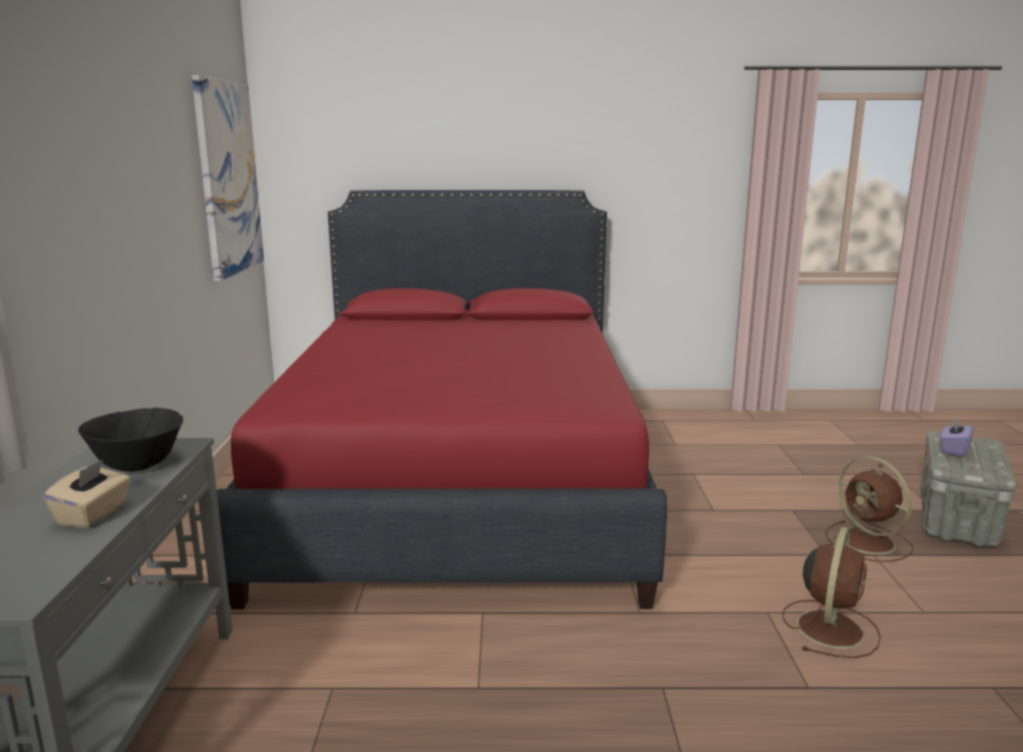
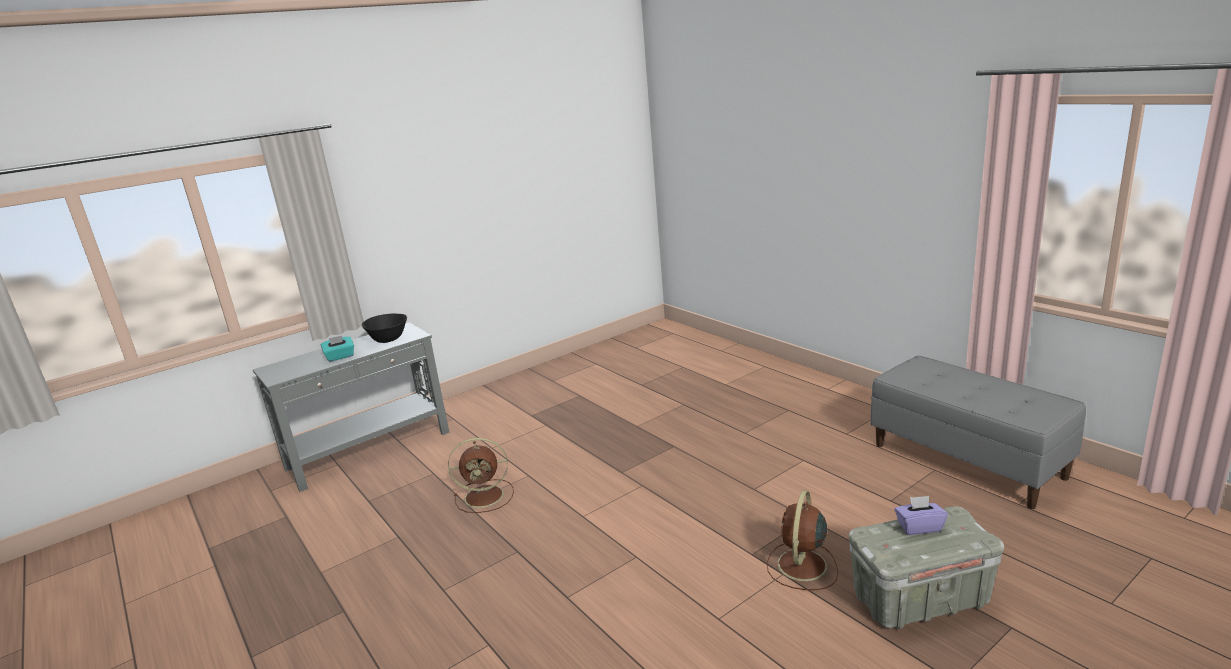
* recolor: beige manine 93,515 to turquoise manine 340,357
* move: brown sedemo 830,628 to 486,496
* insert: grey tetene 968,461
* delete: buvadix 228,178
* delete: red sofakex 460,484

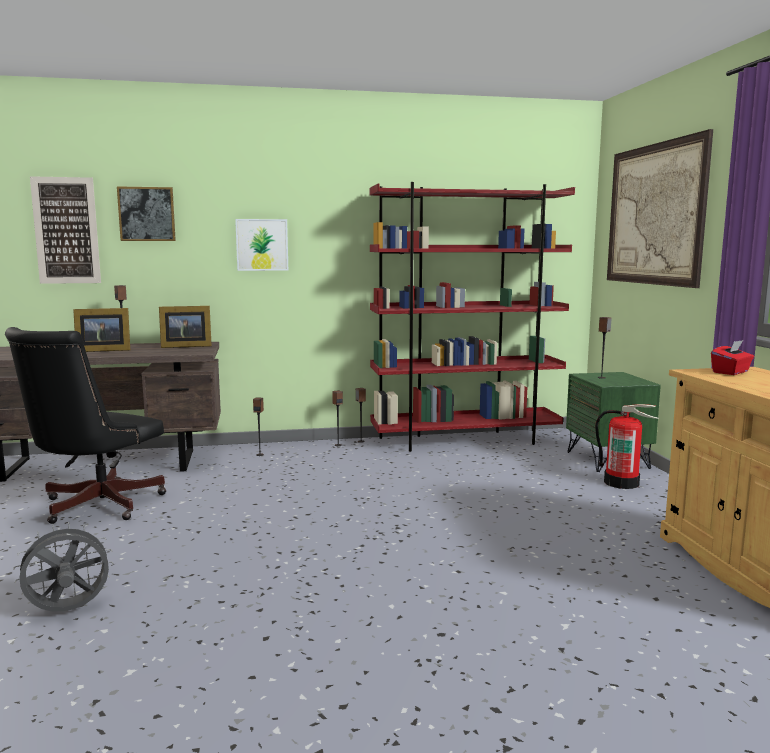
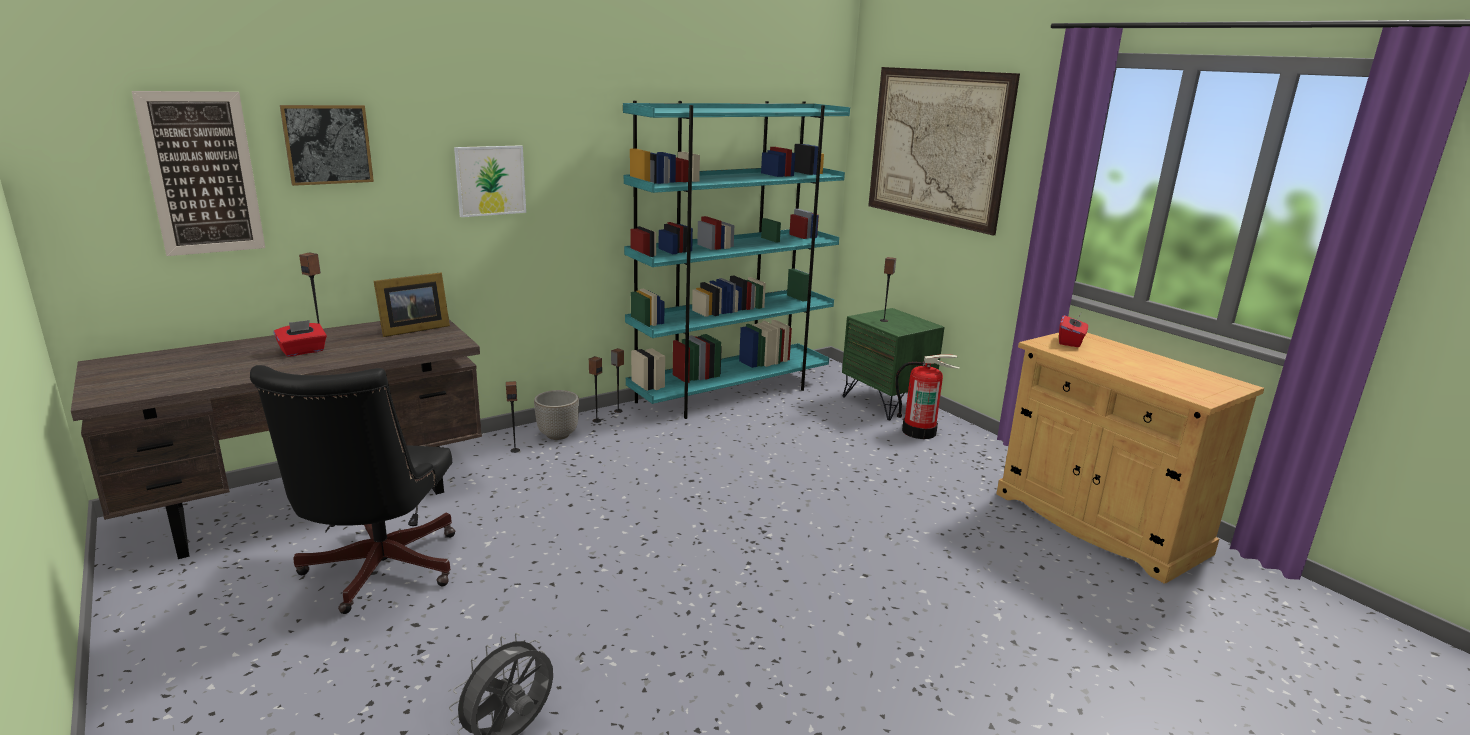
* replace: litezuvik 102,350 to red manine 303,351
* insert: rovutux 557,435
* recolor: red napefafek 465,440 to turquoise napefafek 731,393

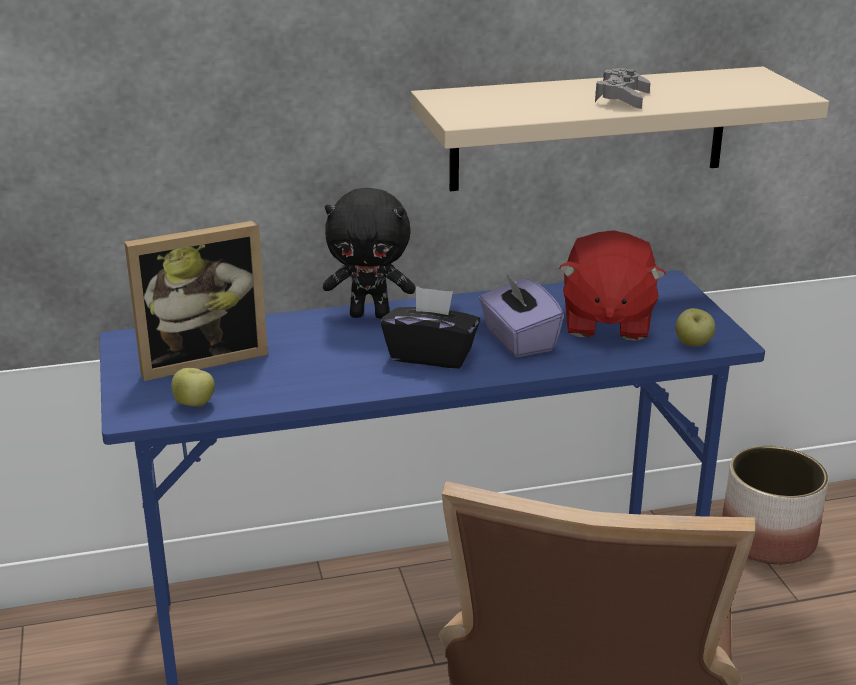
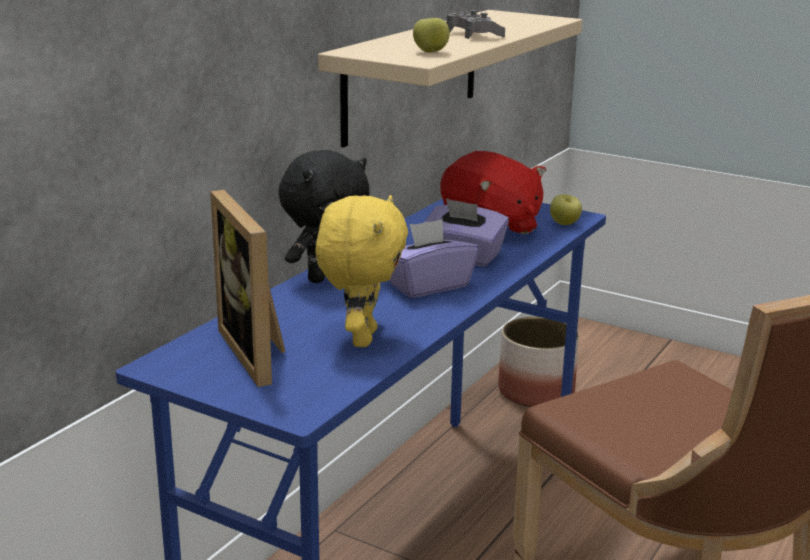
* rotate: litezuvik 201,358 = 259,353 135 degrees clockwise
* insert: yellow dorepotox 361,338
* recolor: black manine 431,355 to purple manine 428,286
* move: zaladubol 194,405 to 430,52

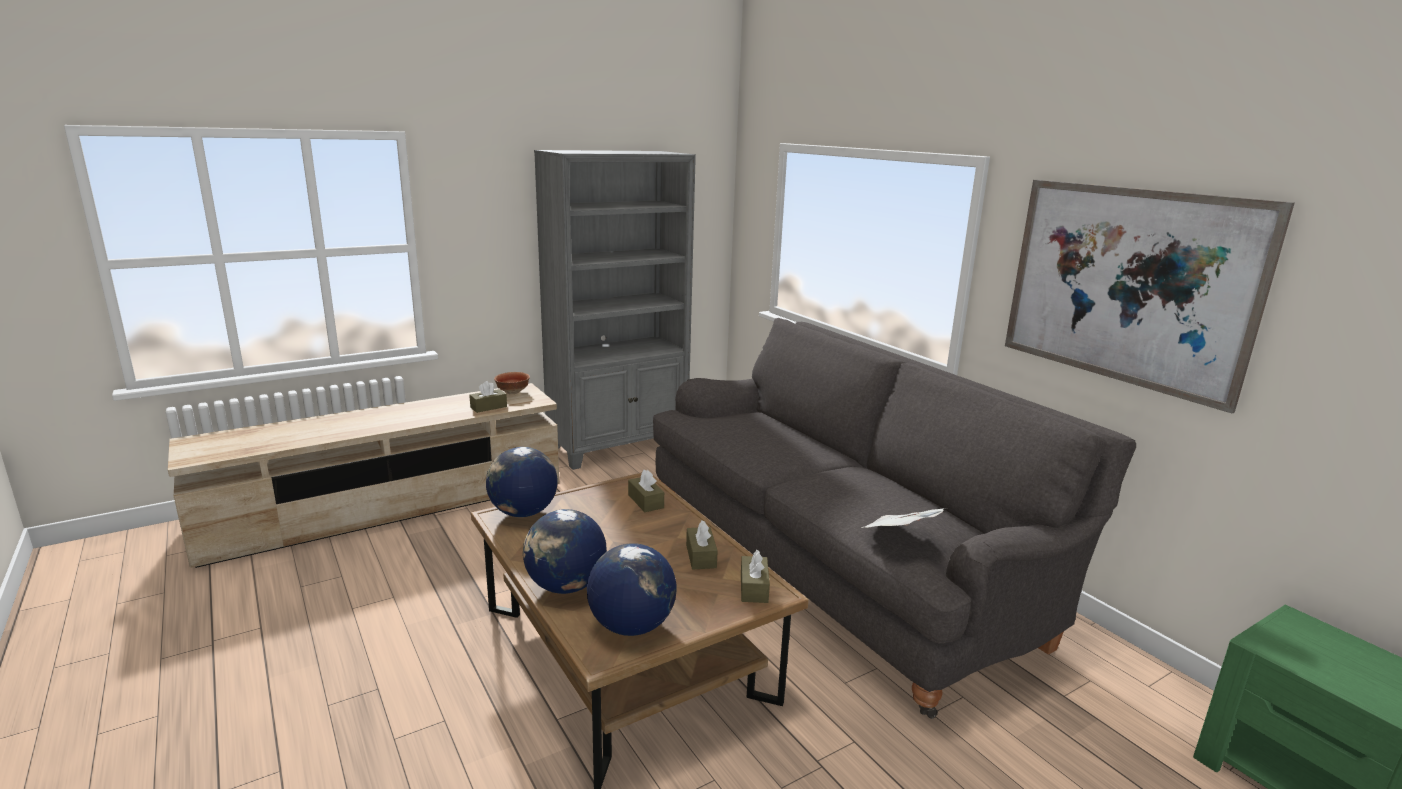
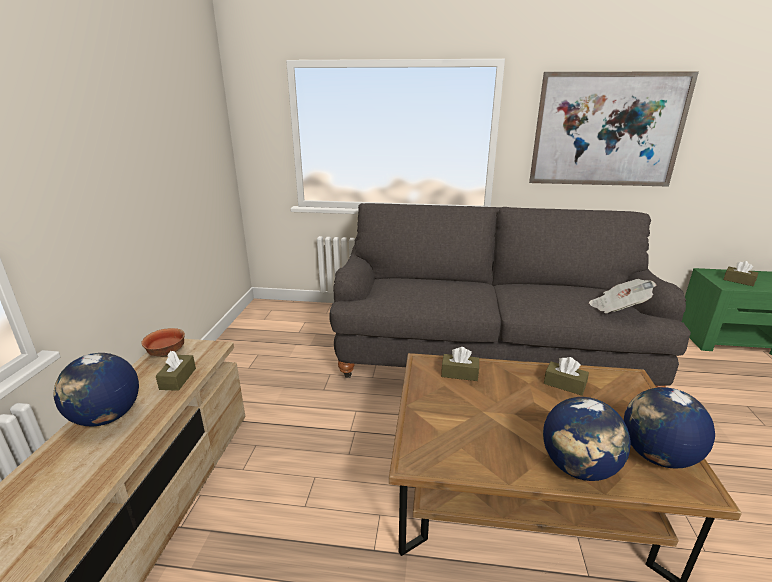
* move: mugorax 523,512 to 106,417
* move: brown manine 754,588 to 738,281
* delete: grey napefafek 619,446

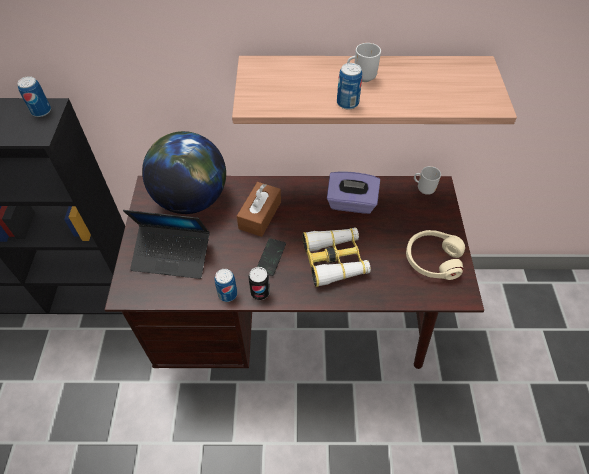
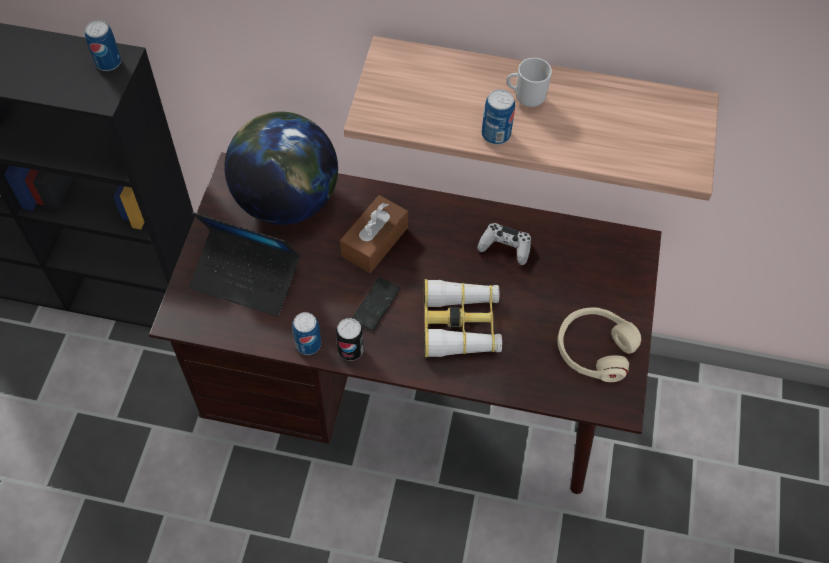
* replace: purple manine 351,203 to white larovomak 505,247
* delete: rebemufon 424,189

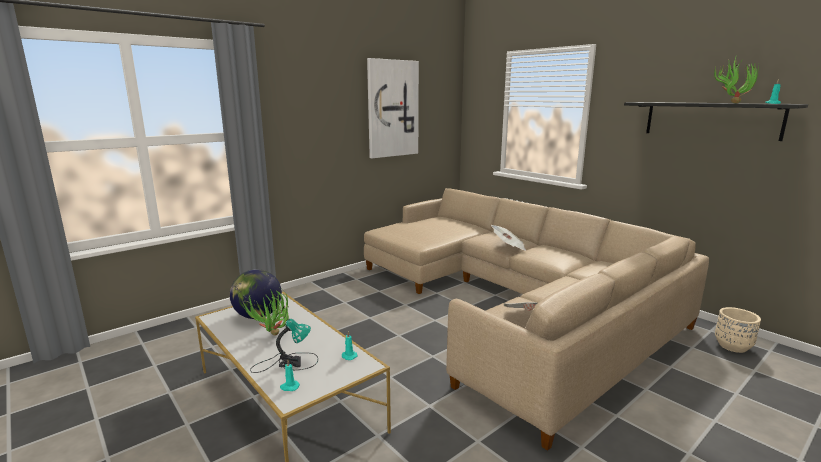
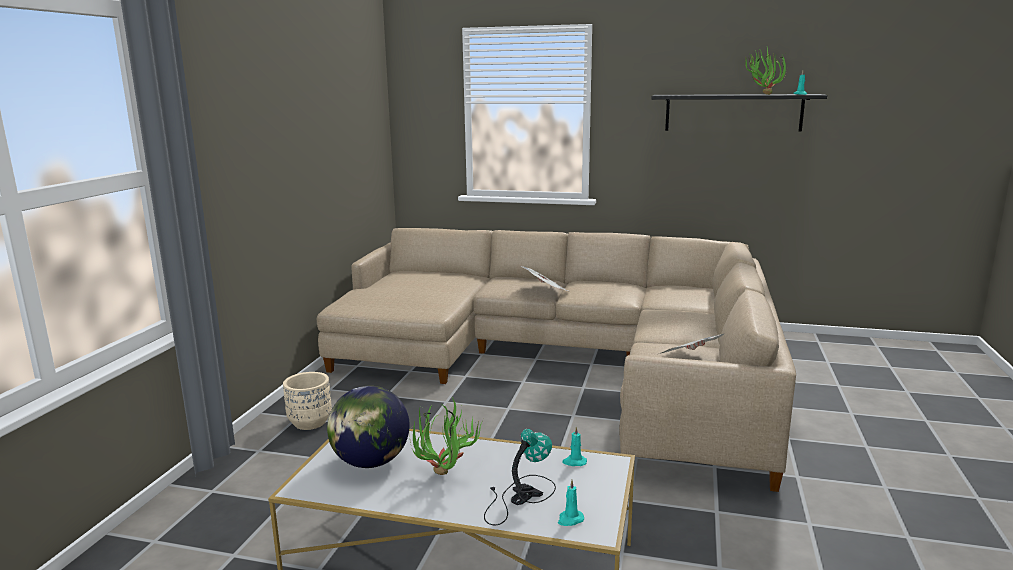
* move: beige rovutux 732,346 to 310,422
* delete: buvadix 392,109

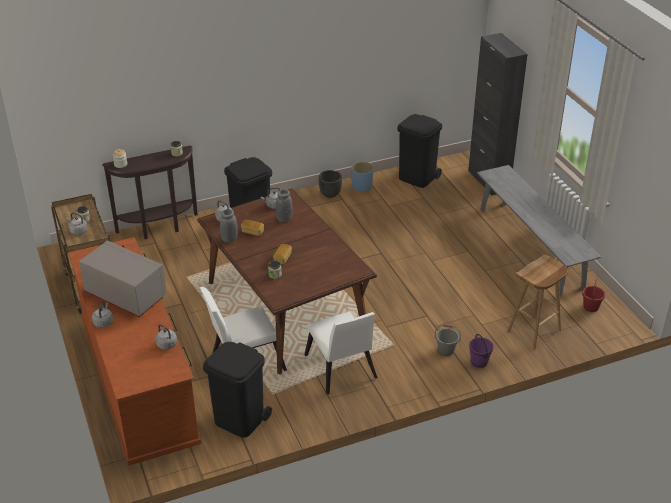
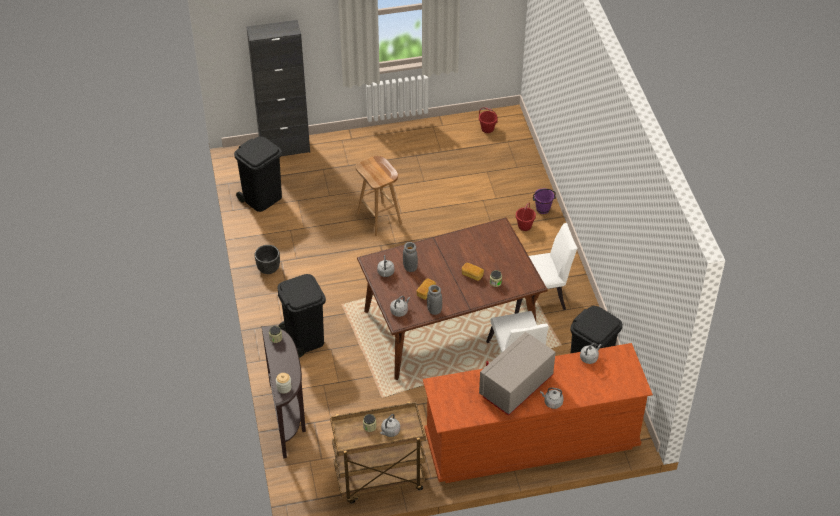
* move: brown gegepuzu 534,331 to 380,219
* recolor: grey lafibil 446,350 to red lafibil 524,226
* delete: blue rovutux 361,186
* delete: grey tetene 530,246

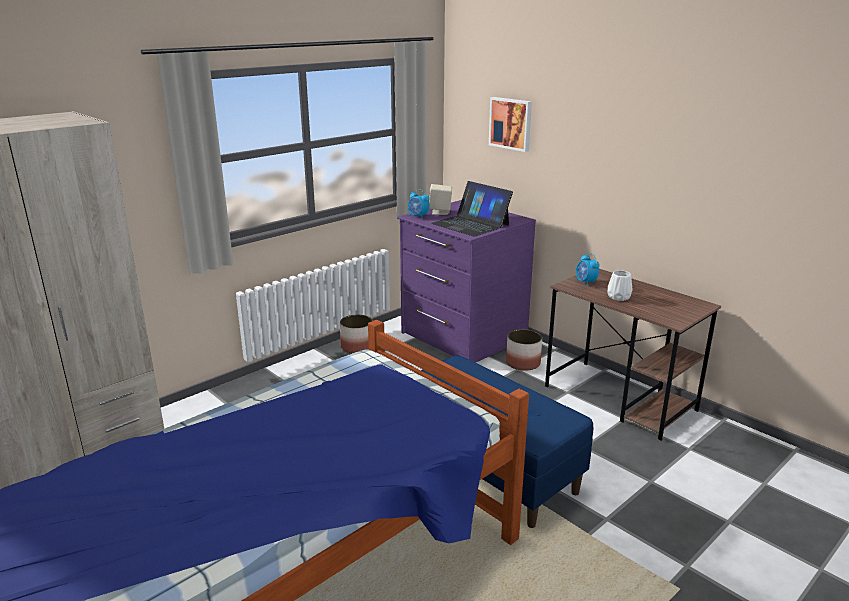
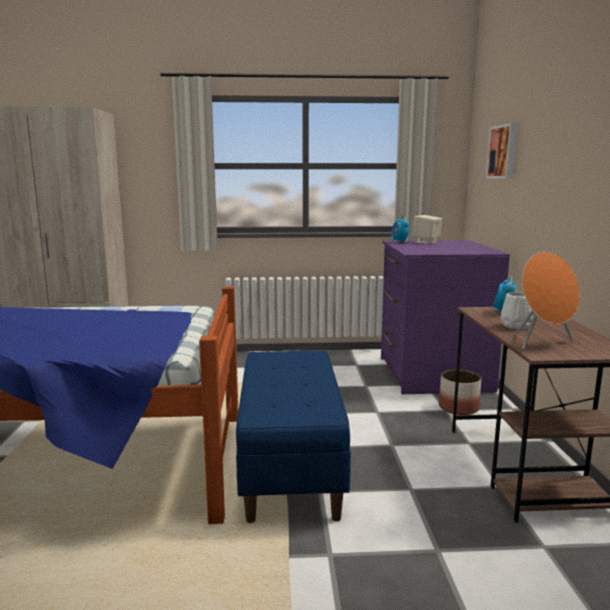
* insert: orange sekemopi 542,343
* delete: rovutux 357,347
* delete: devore 471,224

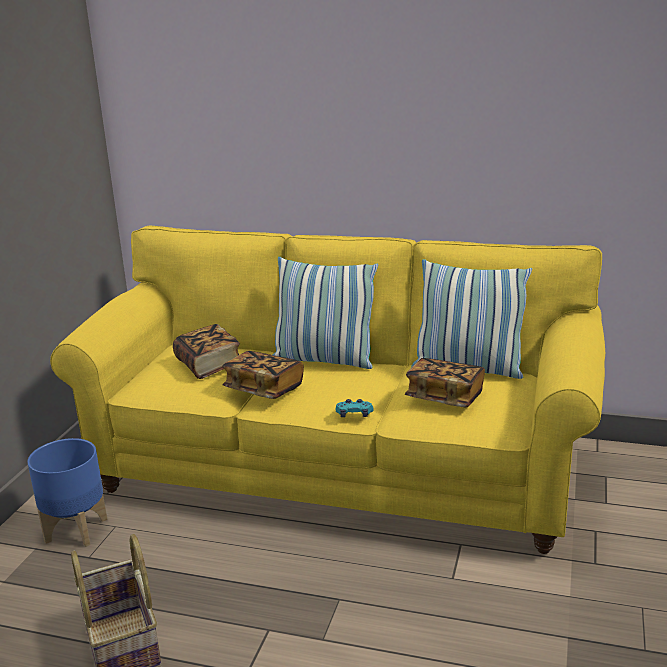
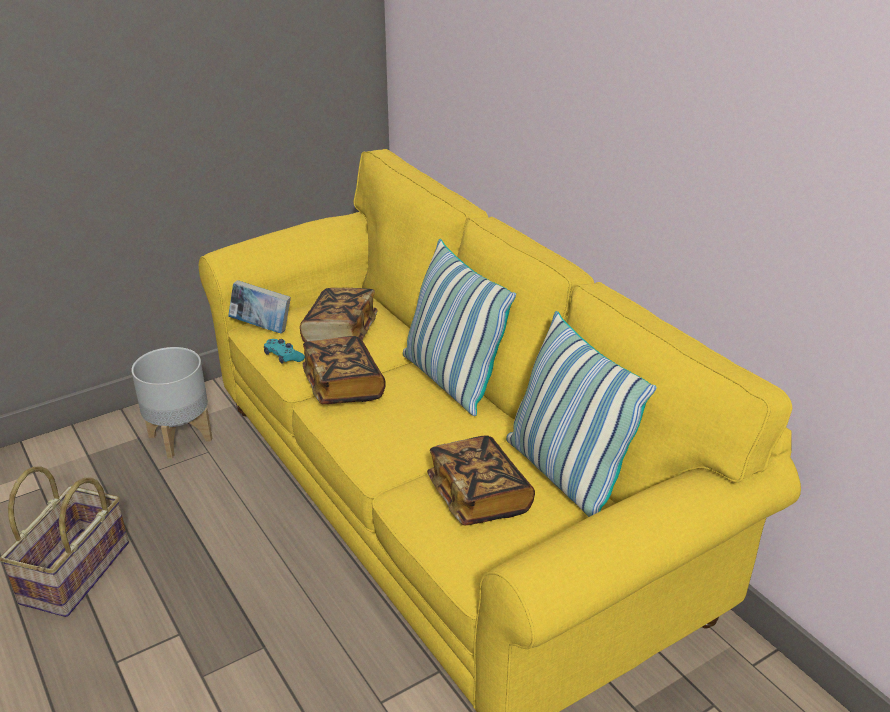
* recolor: blue rovutux 76,530 to grey rovutux 181,437
* insert: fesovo 262,327
* move: turquoise larovomak 354,415 to 283,357

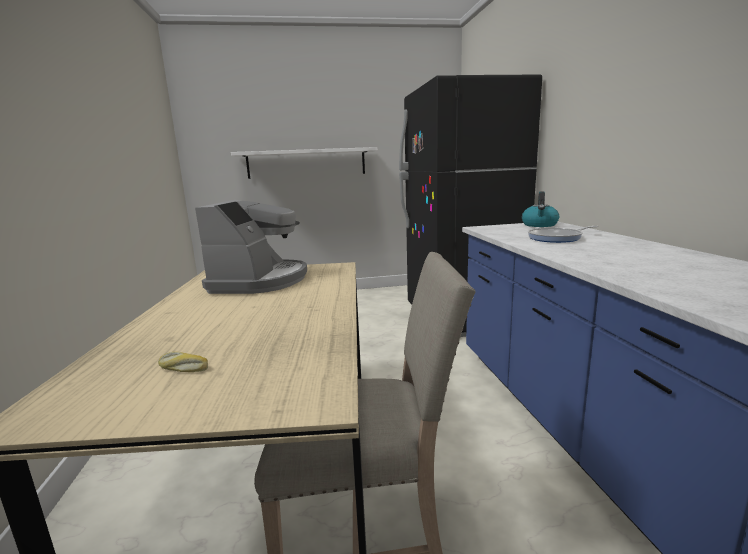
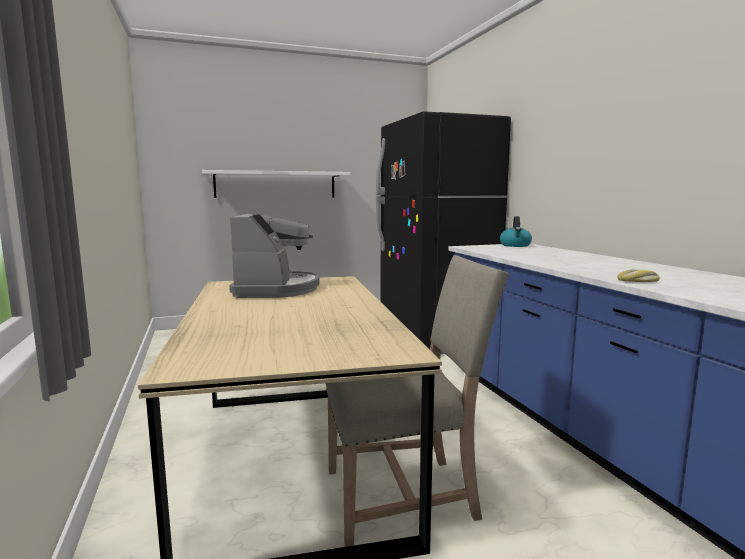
* move: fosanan 182,369 to 638,281
* delete: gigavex 557,238

